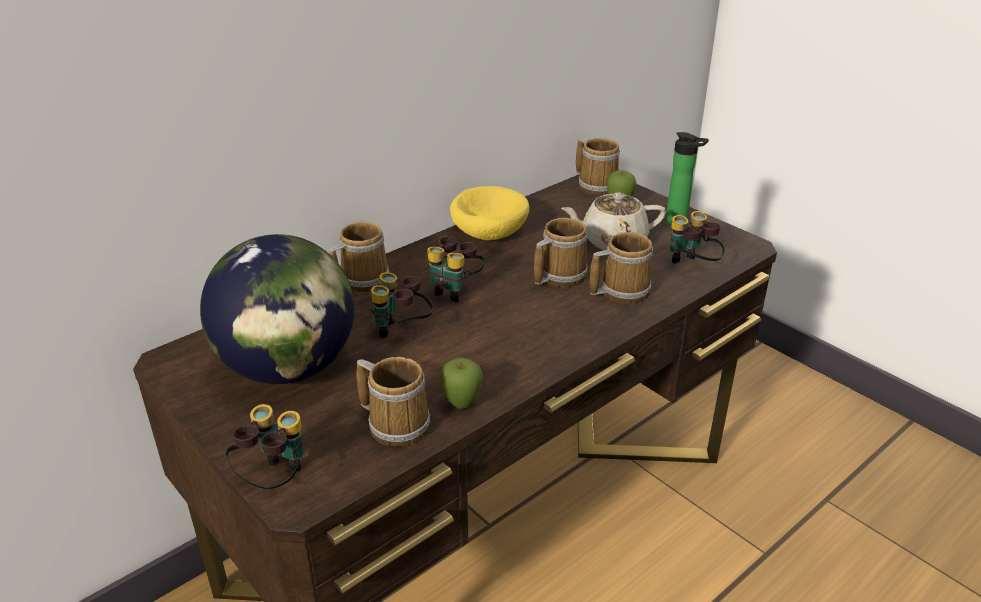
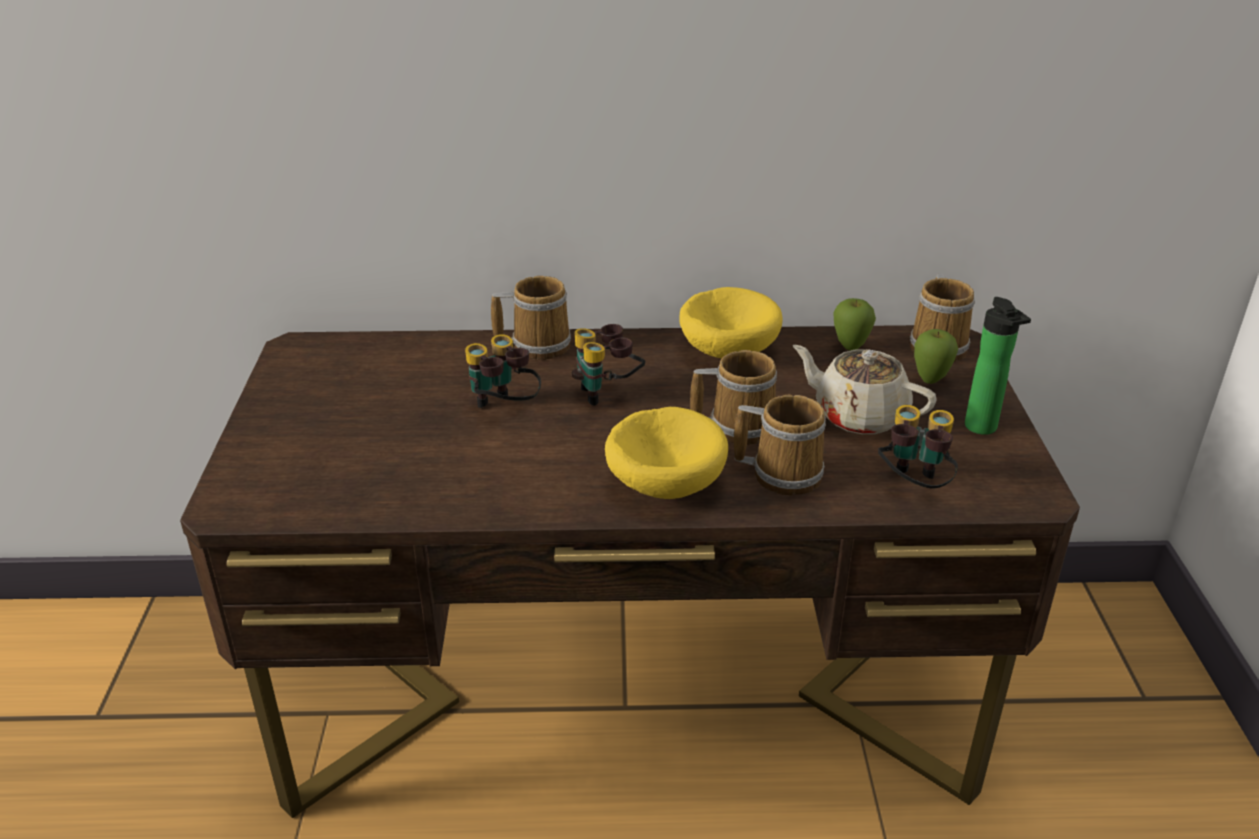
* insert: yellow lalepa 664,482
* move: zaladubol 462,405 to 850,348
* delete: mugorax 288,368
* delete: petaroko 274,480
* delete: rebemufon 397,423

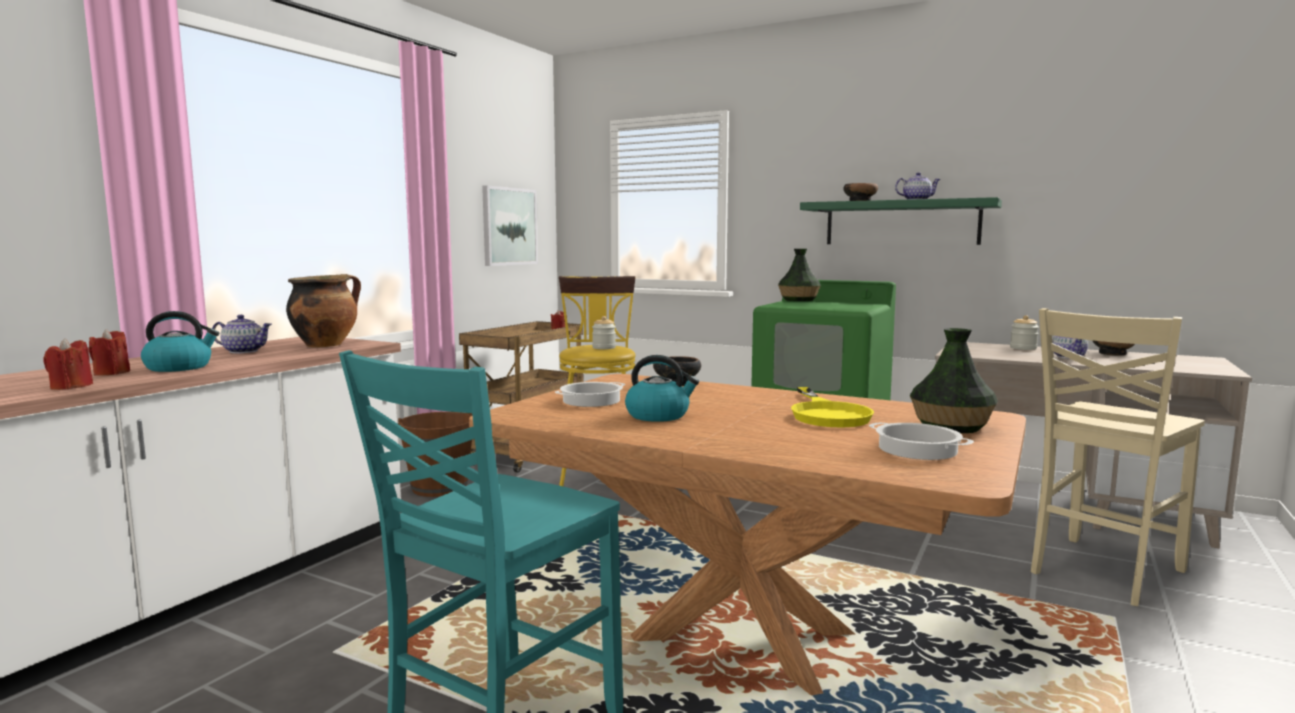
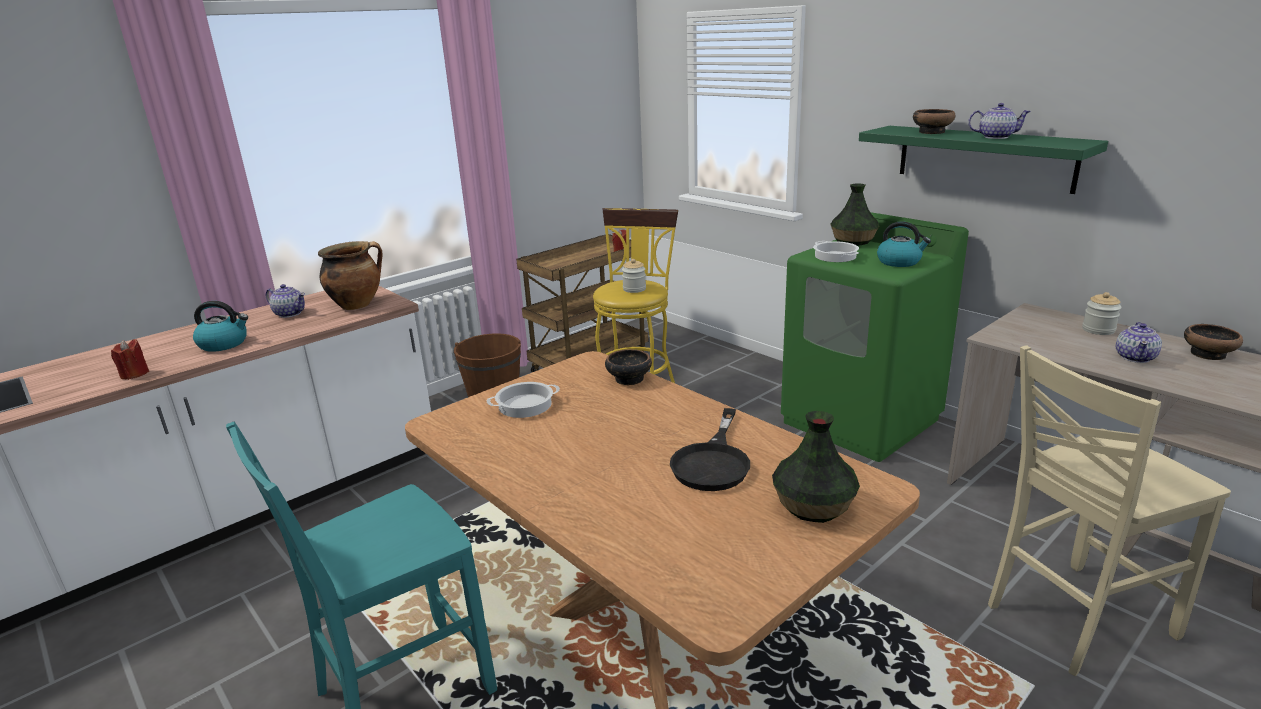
* recolor: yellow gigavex 827,414 to black gigavex 713,461
* move: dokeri 916,449 to 834,256
* move: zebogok 658,415 to 899,262
* delete: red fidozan 112,373
* delete: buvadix 509,226

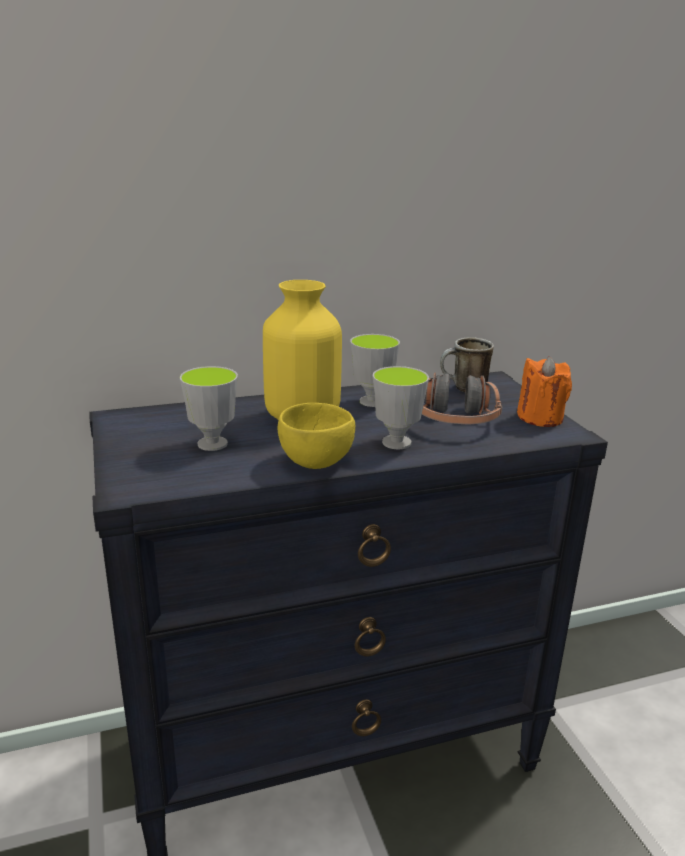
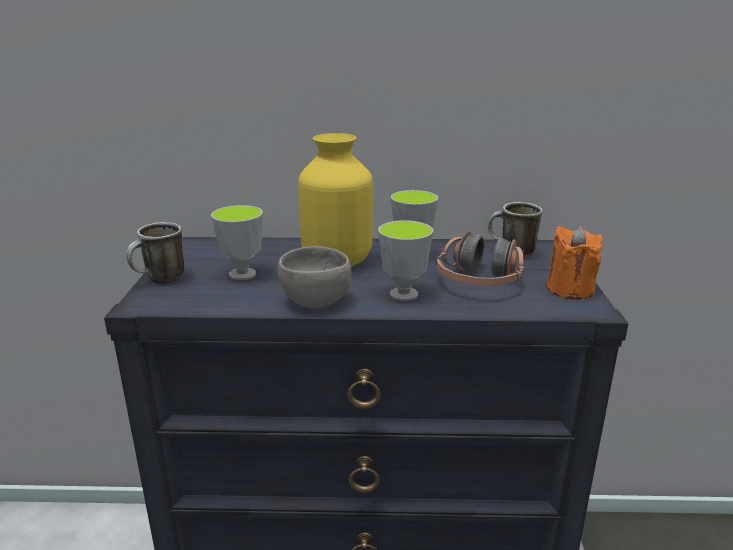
* insert: rebemufon 160,280
* recolor: yellow lalepa 318,462 to grey lalepa 317,302

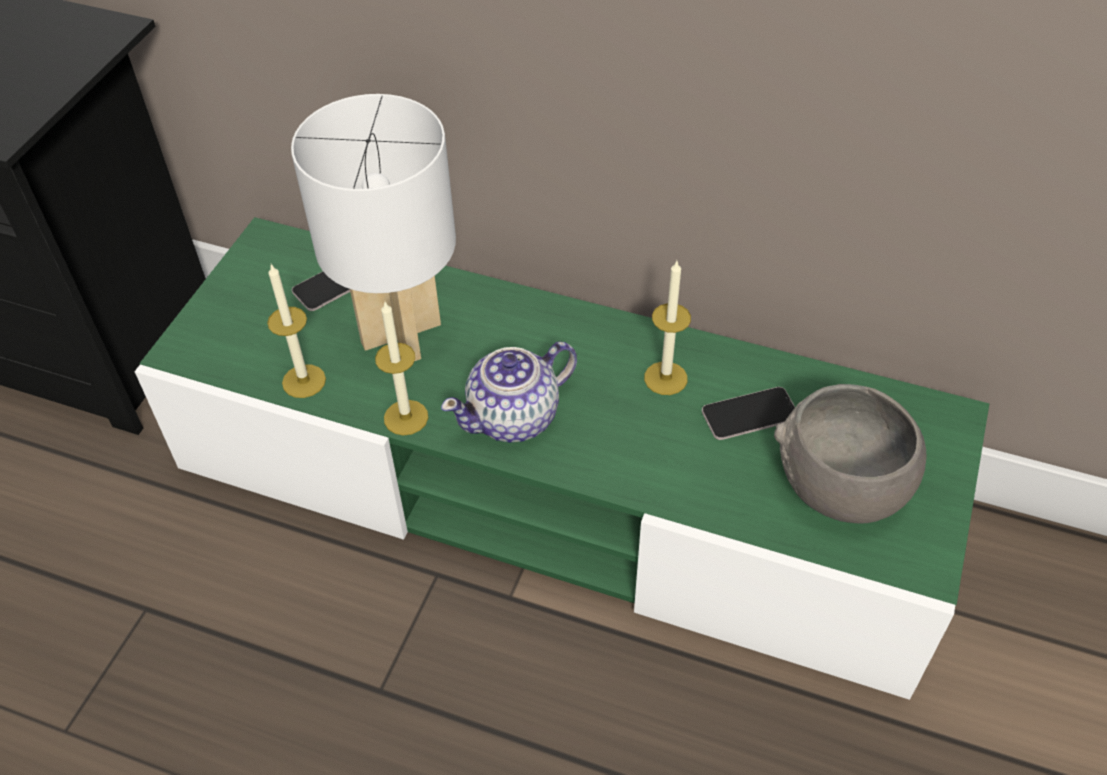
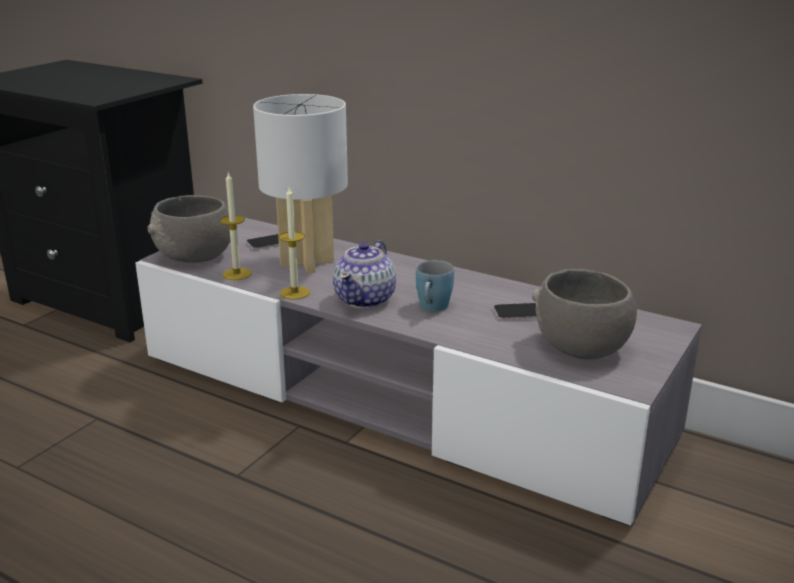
* recolor: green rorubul 555,490 to grey rorubul 397,396
* insert: grey lalepa 194,256
* rotate: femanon 515,417 = 366,299 45 degrees counterclockwise
* insert: blue rebemufon 432,308
* delete: fidozan 665,378

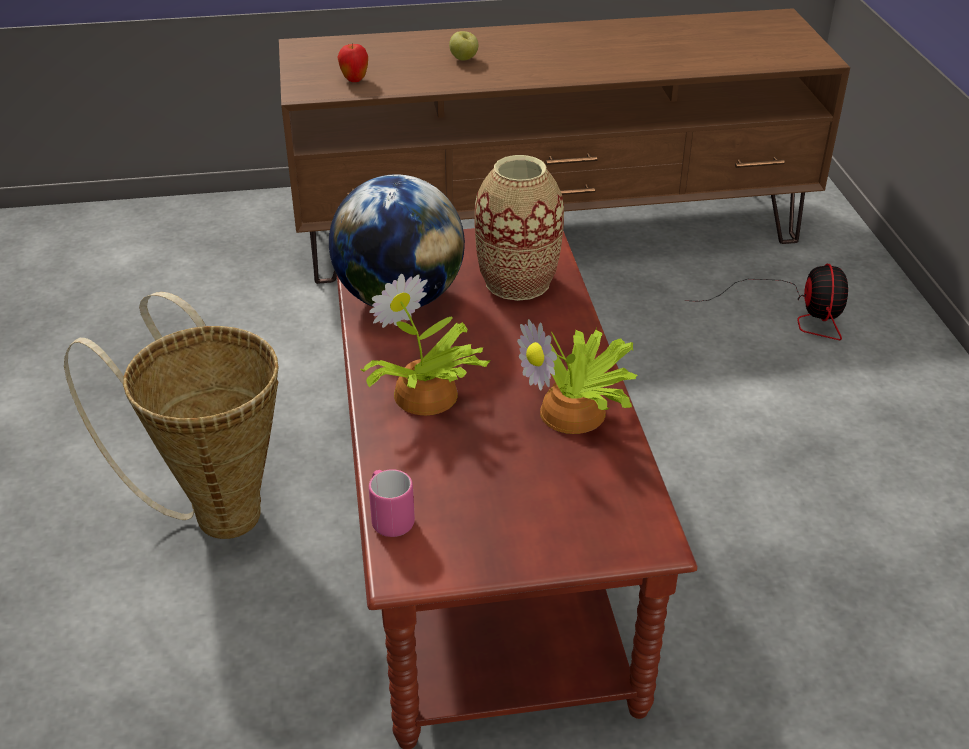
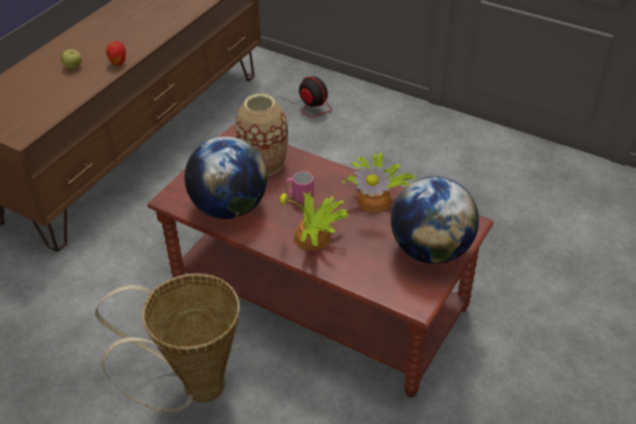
* move: zaladubol 354,80 to 118,63
* move: pink rebemufon 389,518 to 299,197
* insert: mugorax 431,250

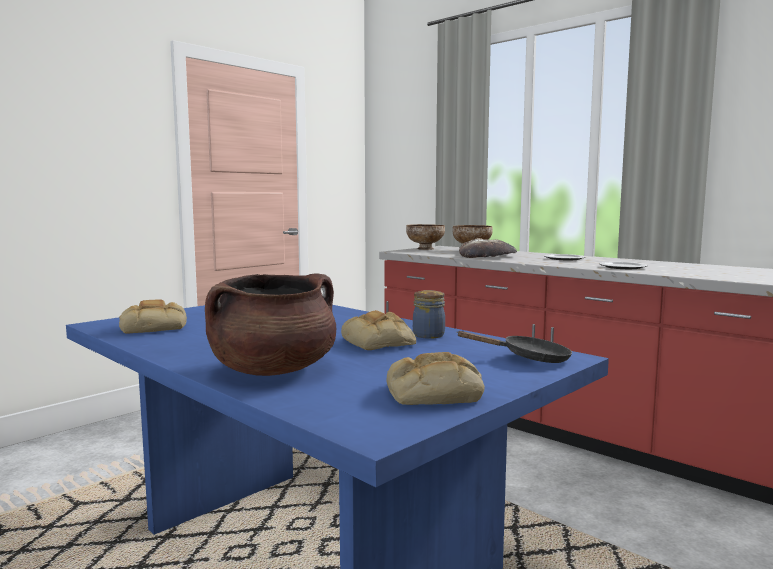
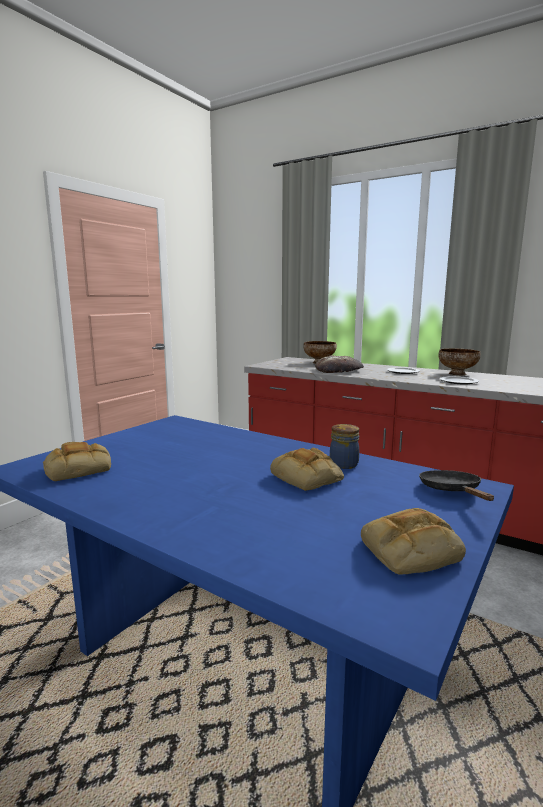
* rotate: black gigavex 529,358 = 452,491 90 degrees counterclockwise
* move: lalepa 424,249 to 456,374
* delete: brown dokeri 274,370

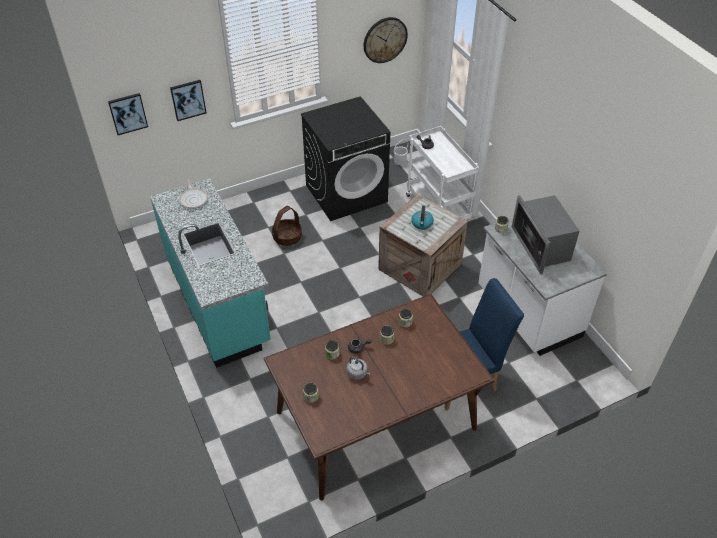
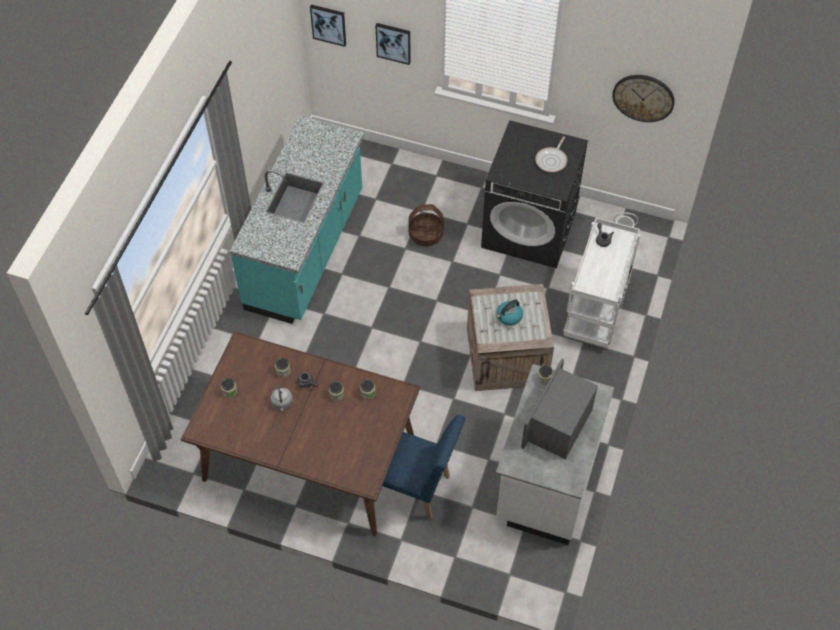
* move: gigavex 193,199 to 552,160

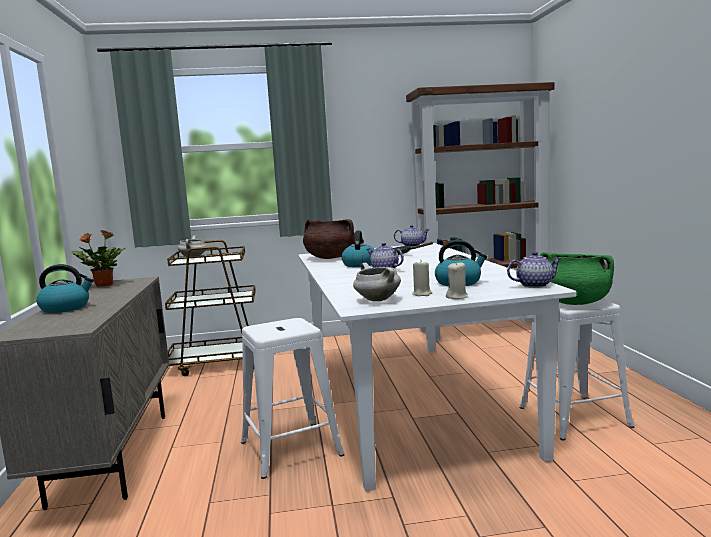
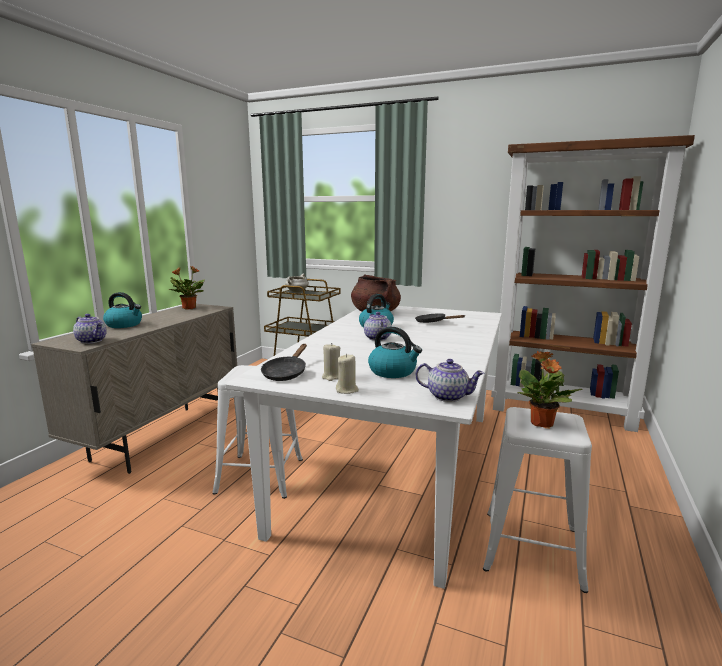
* move: femanon 412,246 to 92,341
* replace: white dokeri 376,300 to black gigavex 286,373
* replace: green dokeri 573,303 to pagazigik 541,424

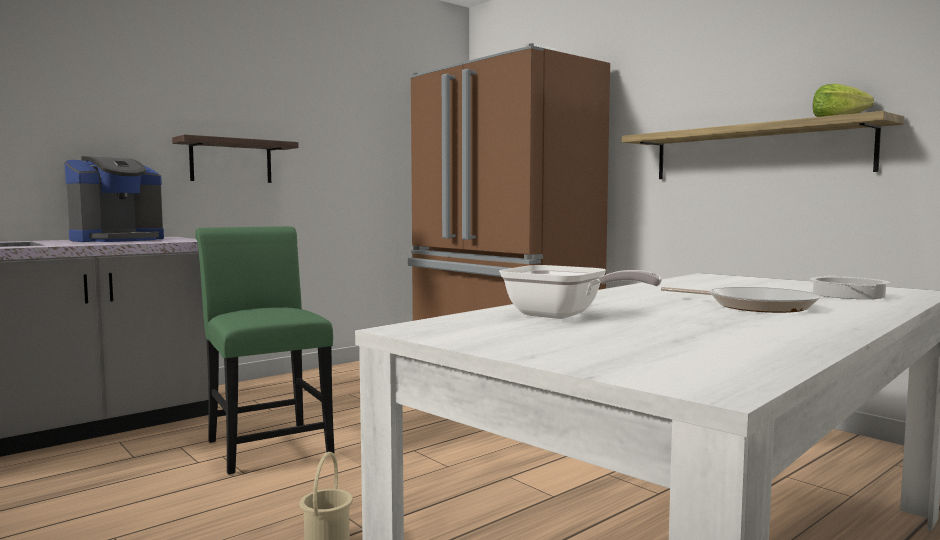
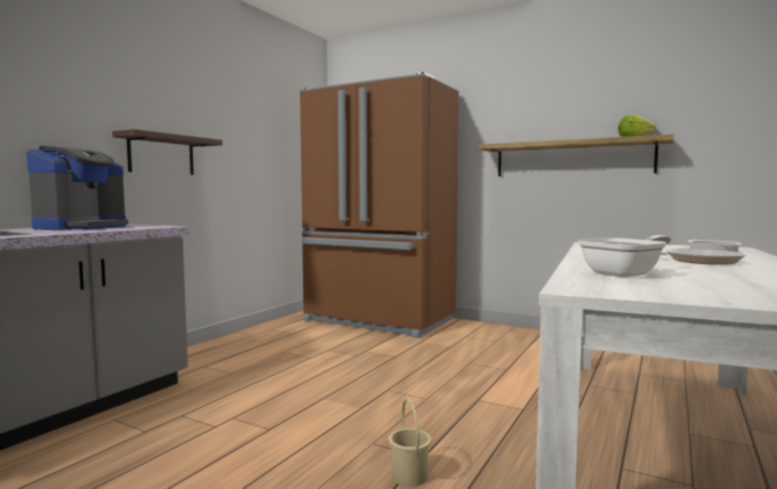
* rotate: gigavex 562,316 = 626,274 45 degrees counterclockwise
* delete: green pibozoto 266,444

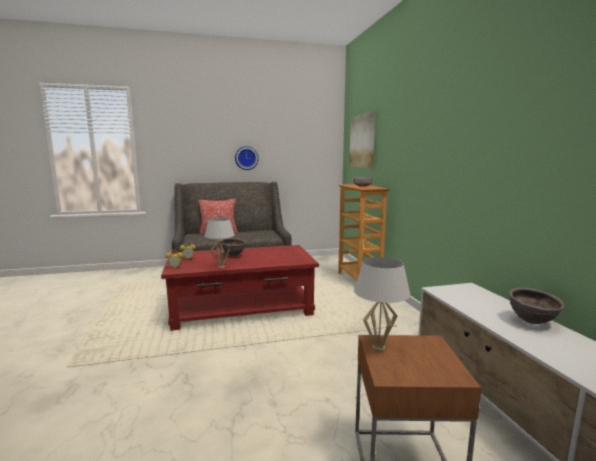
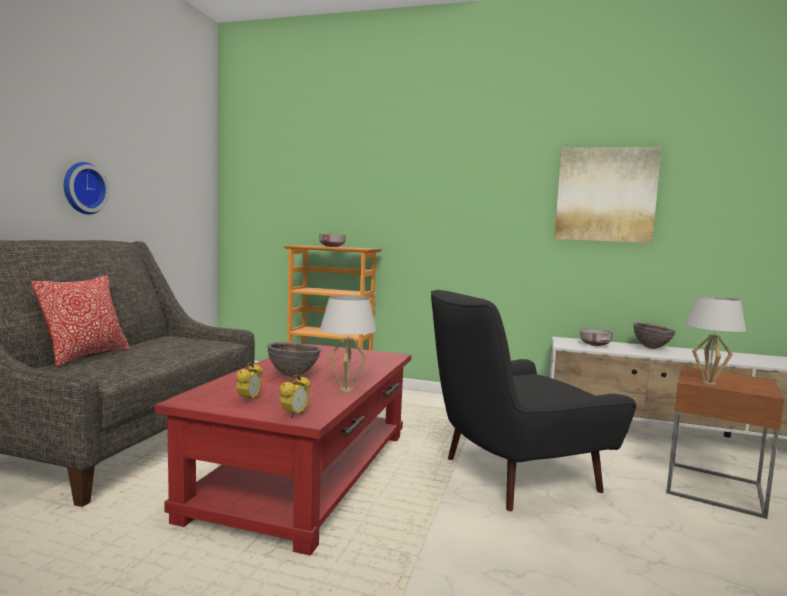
* insert: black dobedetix 512,476
* move: buvadix 362,141 to 605,195
* insert: grey lalepa 595,345

